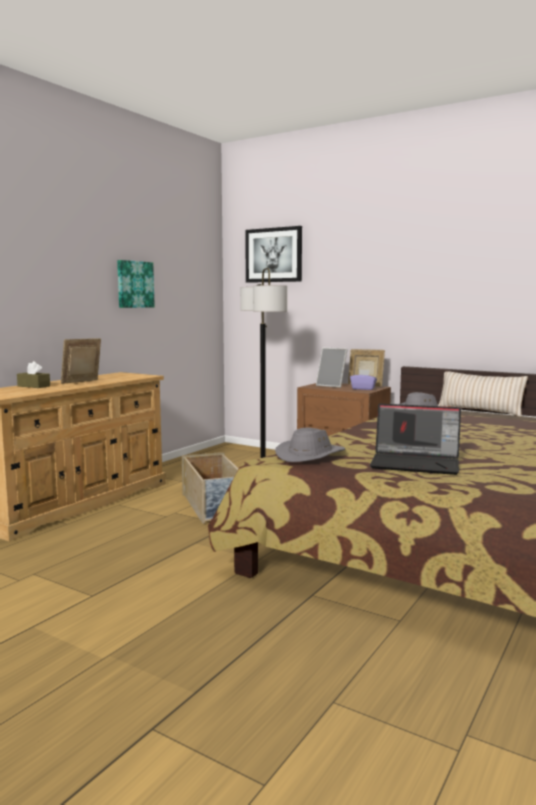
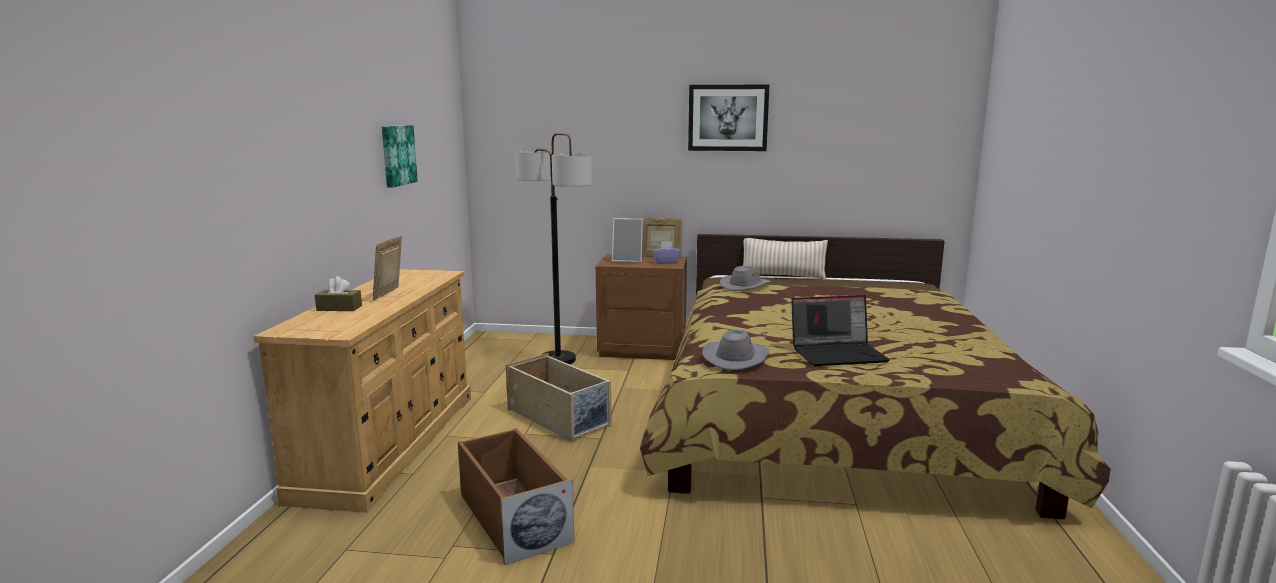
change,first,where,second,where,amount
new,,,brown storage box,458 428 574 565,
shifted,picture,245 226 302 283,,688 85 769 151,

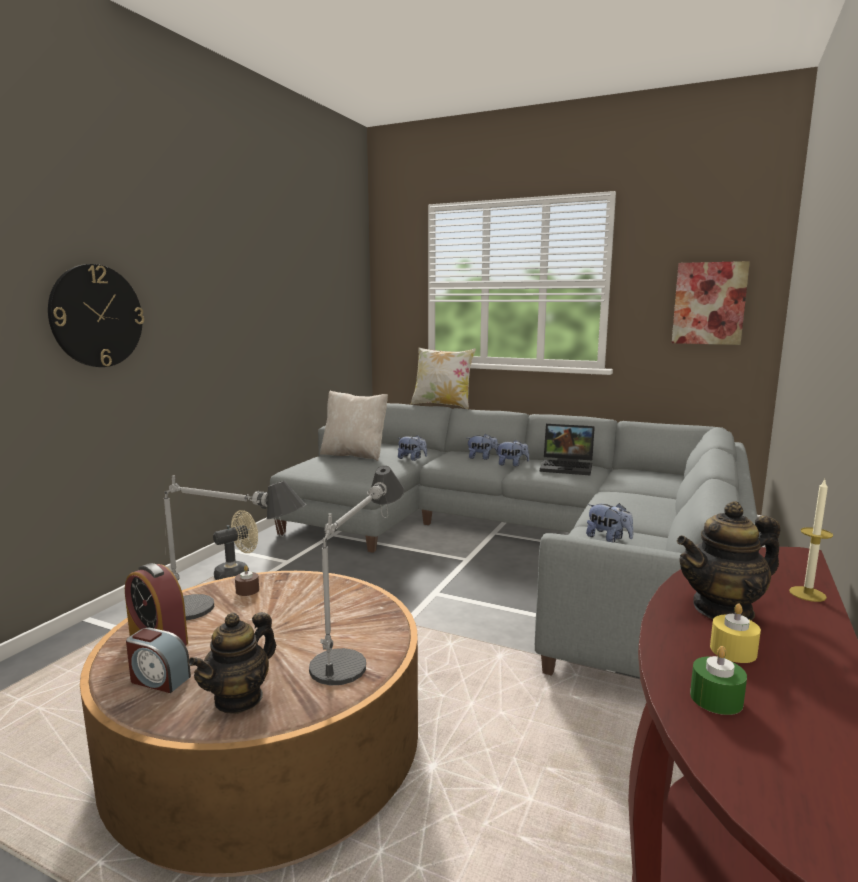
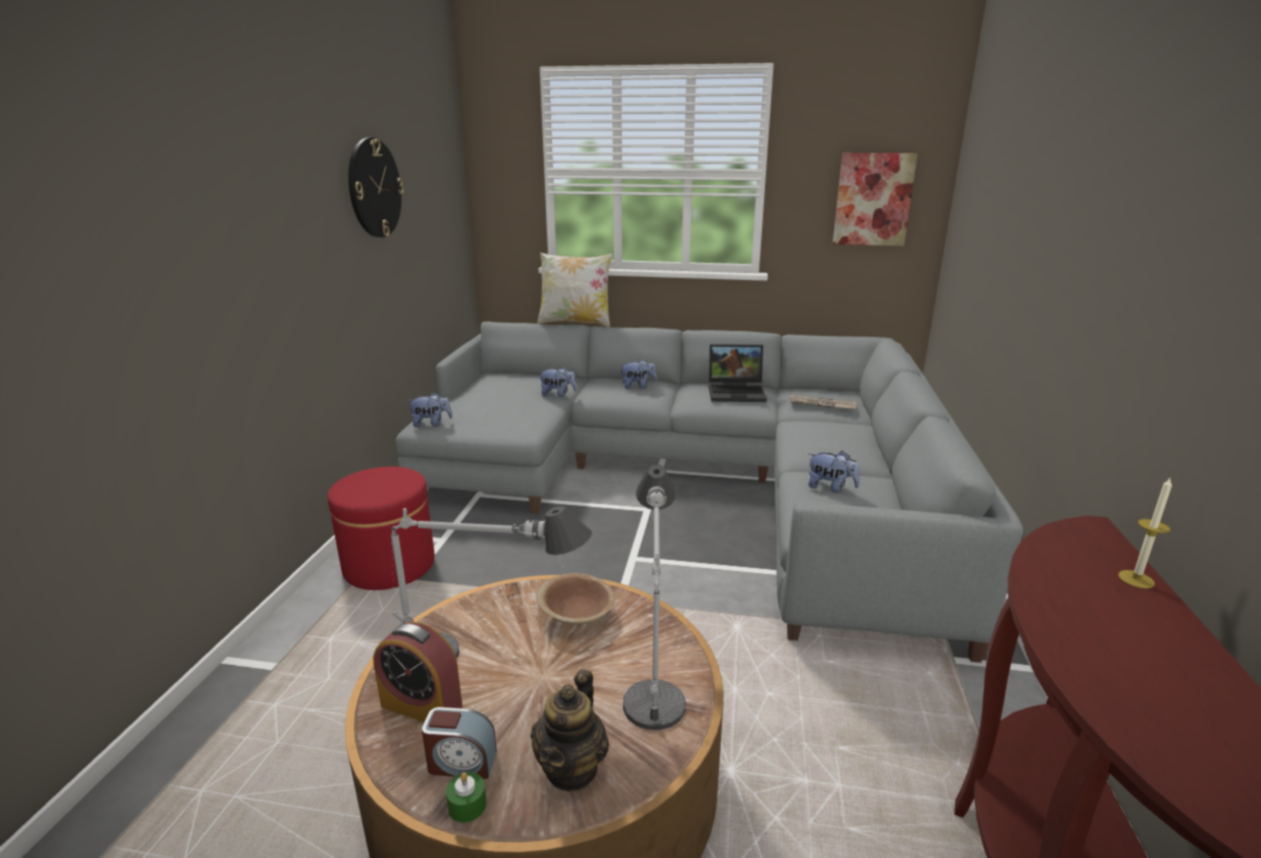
change,first,where,second,where,amount
gone,brown candle,235 565 259 596,,,
gone,beige pillow,320 391 388 461,,,
gone,teapot,677 501 780 621,,,
gone,yellow candle,710 604 761 663,,,
new,,,brown bowl,537 573 615 625,
new,,,newspaper,788 395 856 410,
shifted,wall clock,48 264 144 367,,348 137 404 238,
shifted,plush toy,496 440 529 466,,407 392 453 427,
shifted,green candle,690 646 747 715,,446 772 487 823,
swapped,beige fan,213 510 258 580,red ottoman,328 467 435 590,

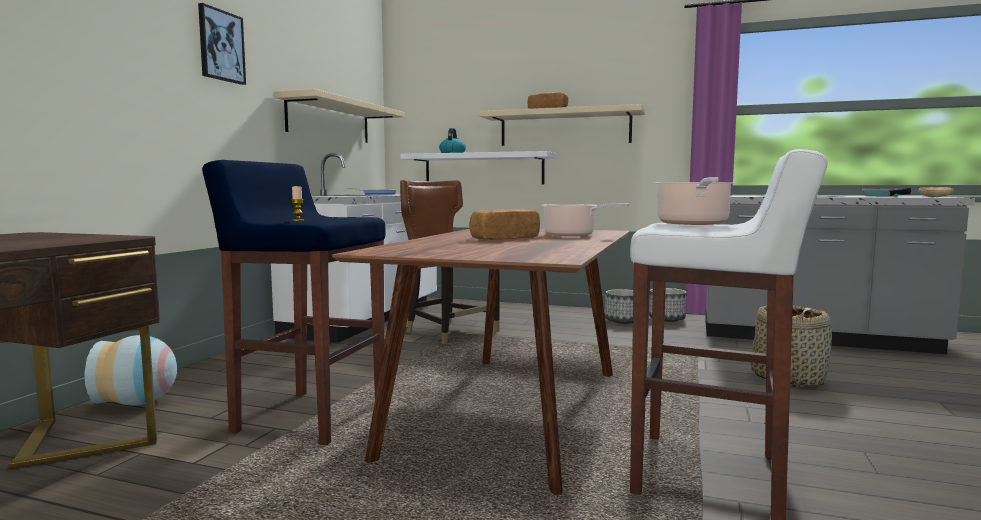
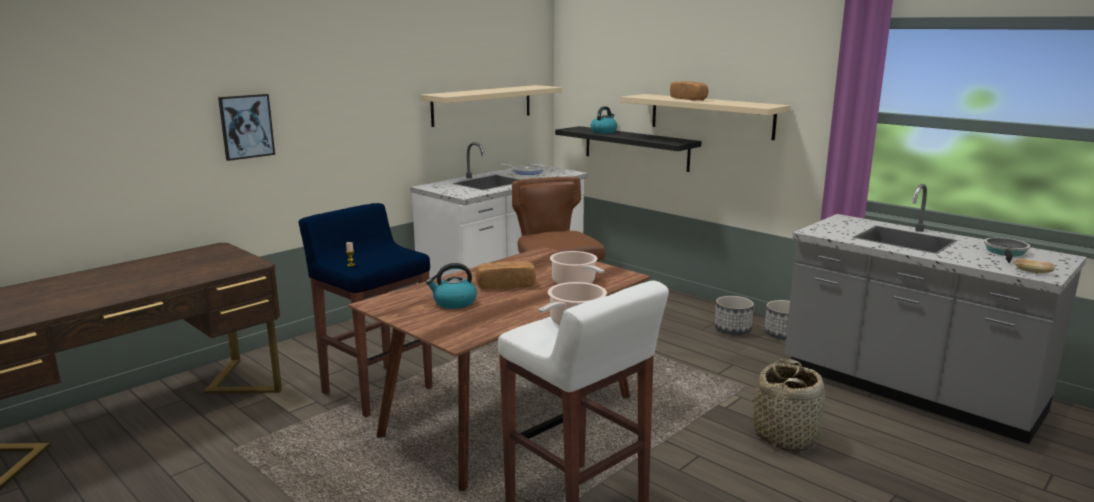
change,first,where,second,where,amount
gone,vase,85 335 177 406,,,
new,,,kettle,426 263 477 309,
shifted,picture,198 3 246 85,,218 94 275 161,
repainted,white shelf,400 151 556 184,black shelf,555 126 702 172,

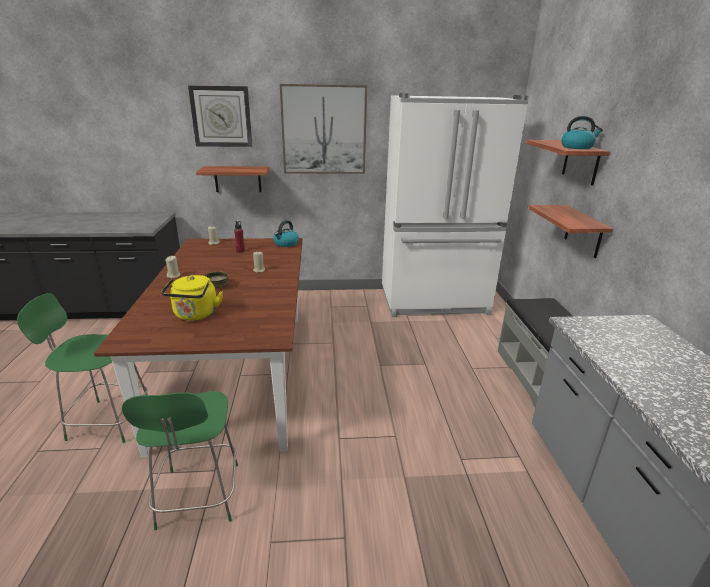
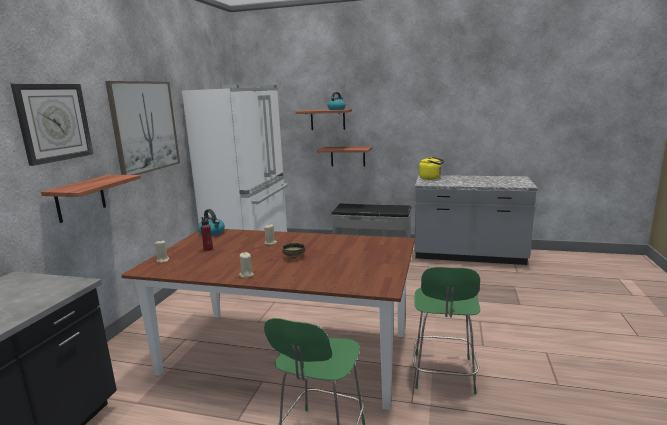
change,first,where,second,where,amount
shifted,yellow kettle,161 275 223 321,,419 157 445 180,
rotated,green chair,122 391 238 530,,412 267 480 394,90 degrees clockwise

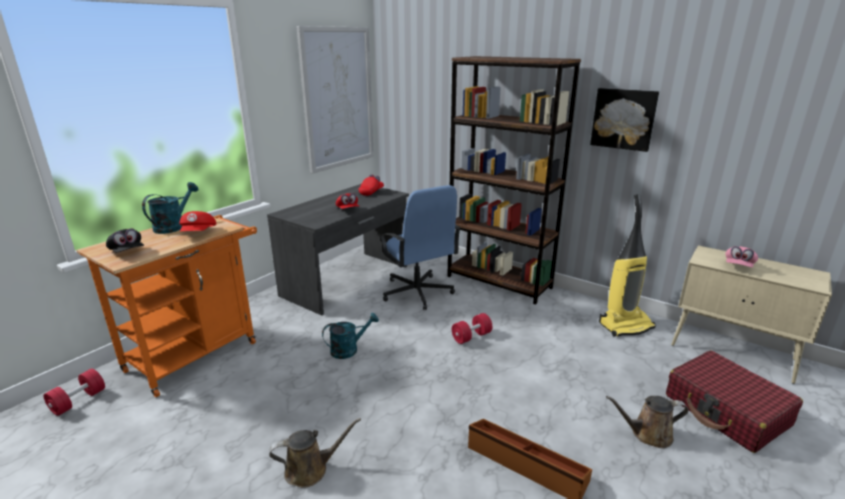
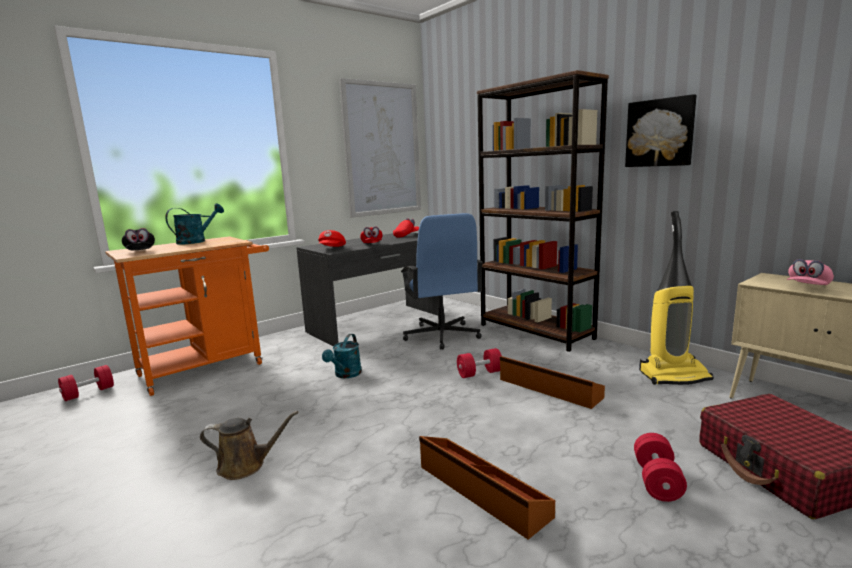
change,first,where,second,where,amount
new,,,brown storage box,500 356 605 409,
shifted,red cap,179 211 217 231,,318 230 346 247,
swapped,brown watering can,606 396 688 448,red dumbbell,634 433 687 502,
rotated,turquoise watering can,322 313 379 359,,322 334 362 378,120 degrees clockwise

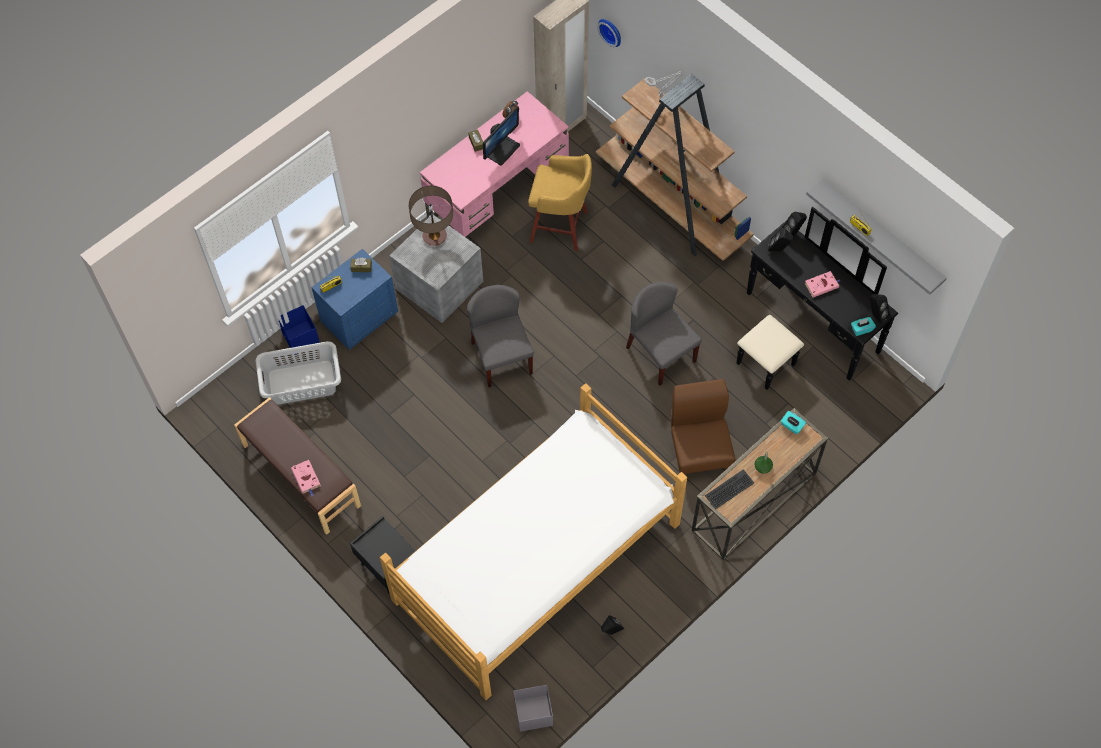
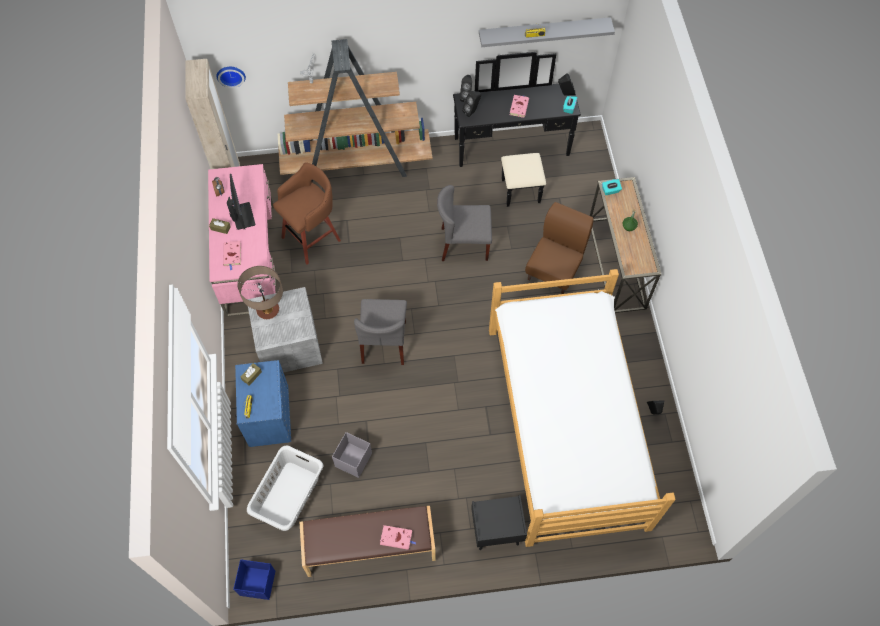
change,first,where,second,where,amount
gone,keyboard,705 469 754 509,,,
new,,,pink book,223 241 241 270,
shifted,blue storage box,279 305 320 355,,233 559 276 600,
shifted,grey storage box,513 685 553 732,,332 432 372 478,
repainted,yellow stool,528 154 592 251,brown stool,273 162 341 265,
rotated,grey chair,467 285 534 387,,354 299 407 365,105 degrees counterclockwise
rotated,brown chair,671 379 735 474,,525 202 594 294,90 degrees clockwise

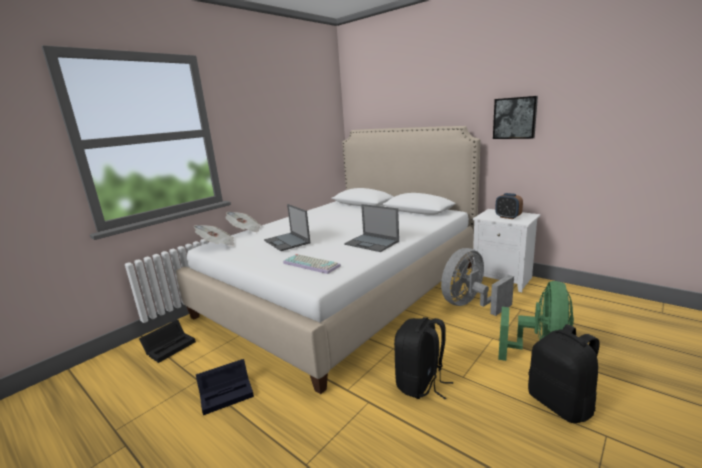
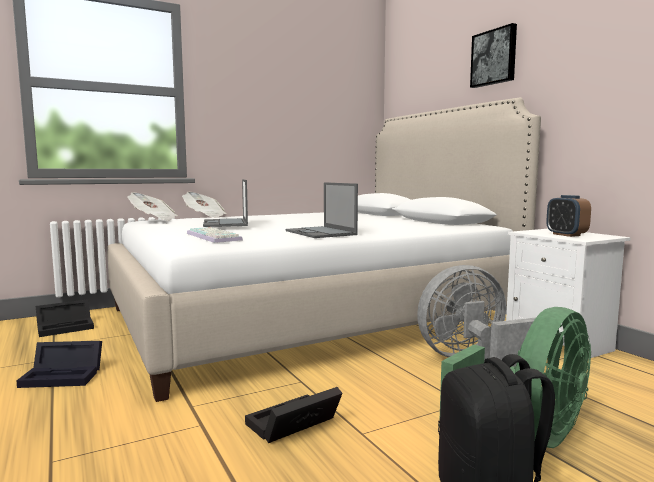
change,first,where,second,where,amount
shifted,picture,493 96 538 139,,470 23 517 88,
swapped,black backpack,394 317 453 399,black storage box,245 387 343 443,

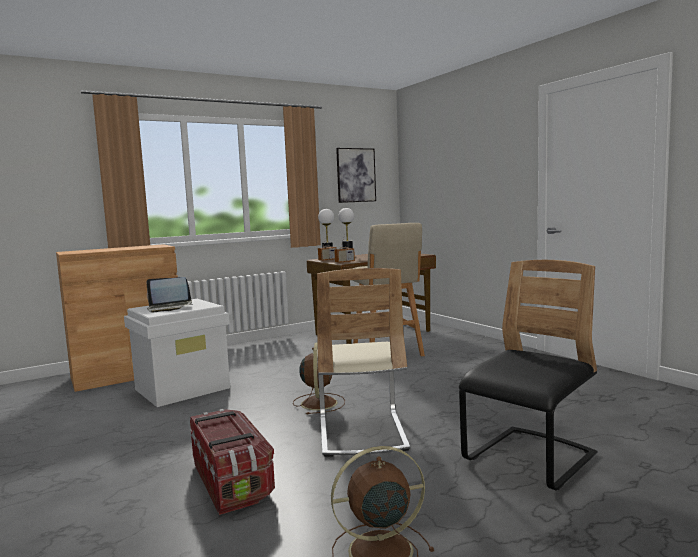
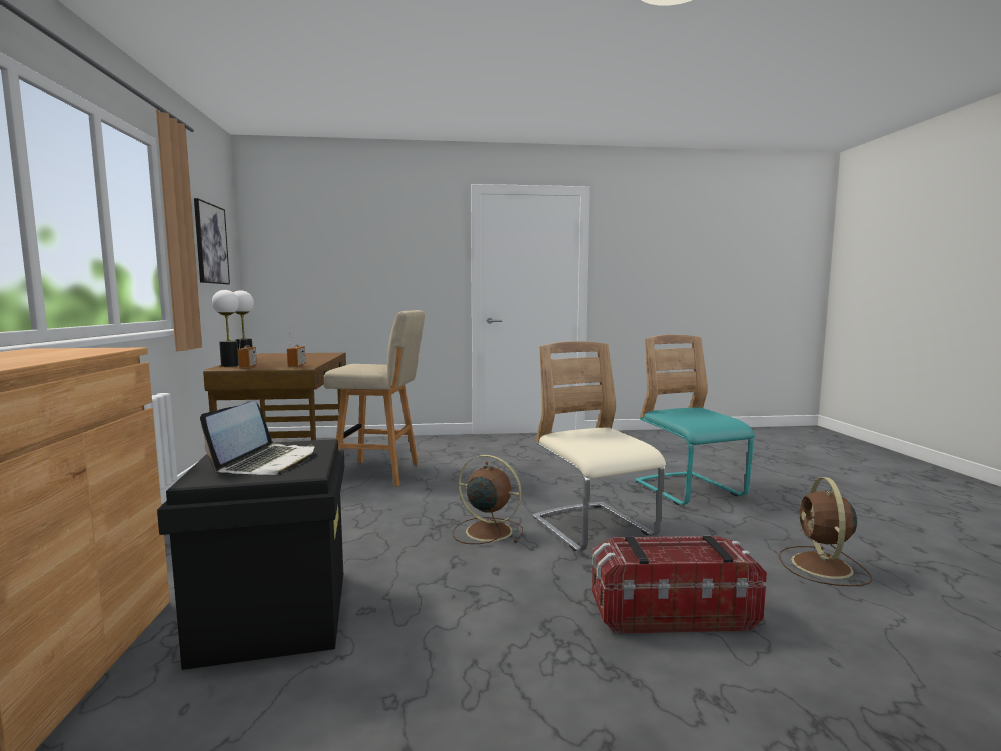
change,first,where,second,where,amount
repainted,white storage box,124 299 230 407,black storage box,157 439 344 670,
repainted,black chair,459 260 597 490,turquoise chair,635 335 755 505,
rotated,beige chair,317 268 410 457,,532 341 666 551,135 degrees counterclockwise

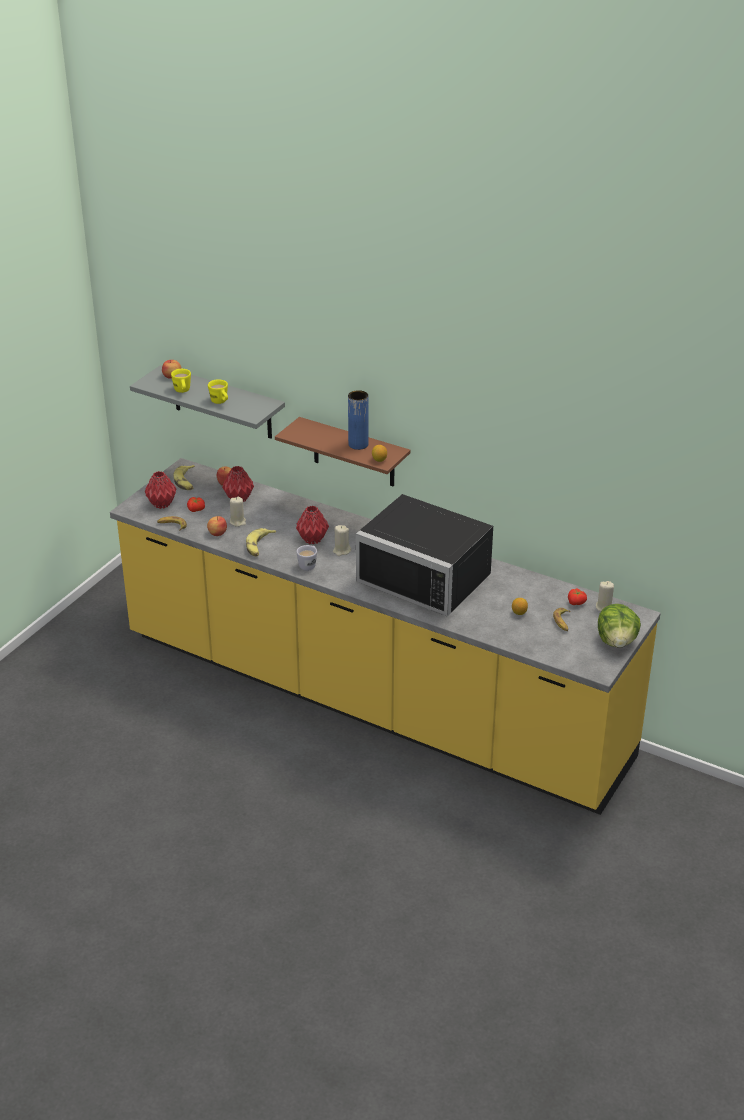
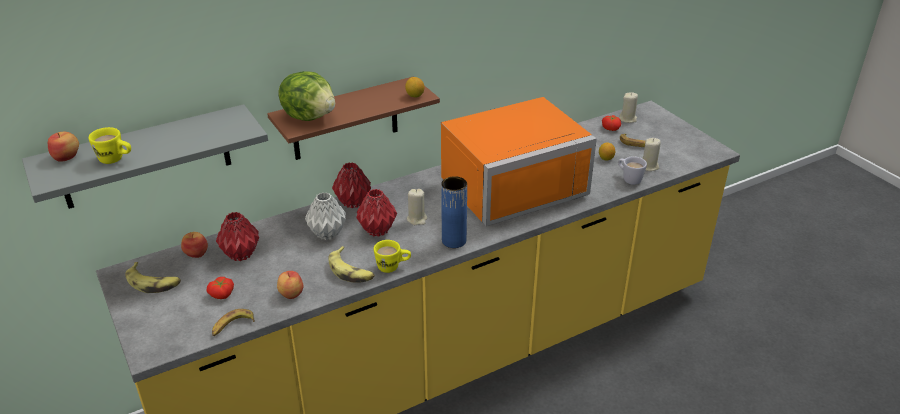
change,first,where,second,where,amount
new,,,grey vase,305 192 346 240,
shifted,red vase,145 471 176 509,,332 162 371 208,
shifted,yellow mug,208 379 228 404,,374 240 411 273,
shifted,beige candle,230 497 246 527,,642 138 661 171,
shifted,white mug,296 545 317 571,,618 156 647 185,
shifted,blue vase,348 390 369 450,,441 176 467 248,
shifted,lettuce,598 604 641 648,,279 71 335 121,
repainted,black microwave,356 494 493 617,orange microwave,441 97 597 226,

